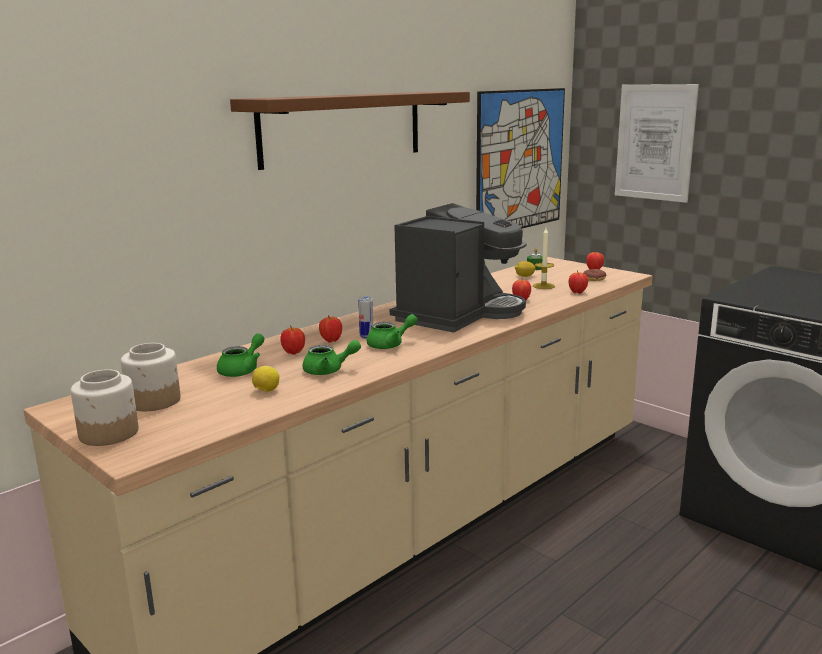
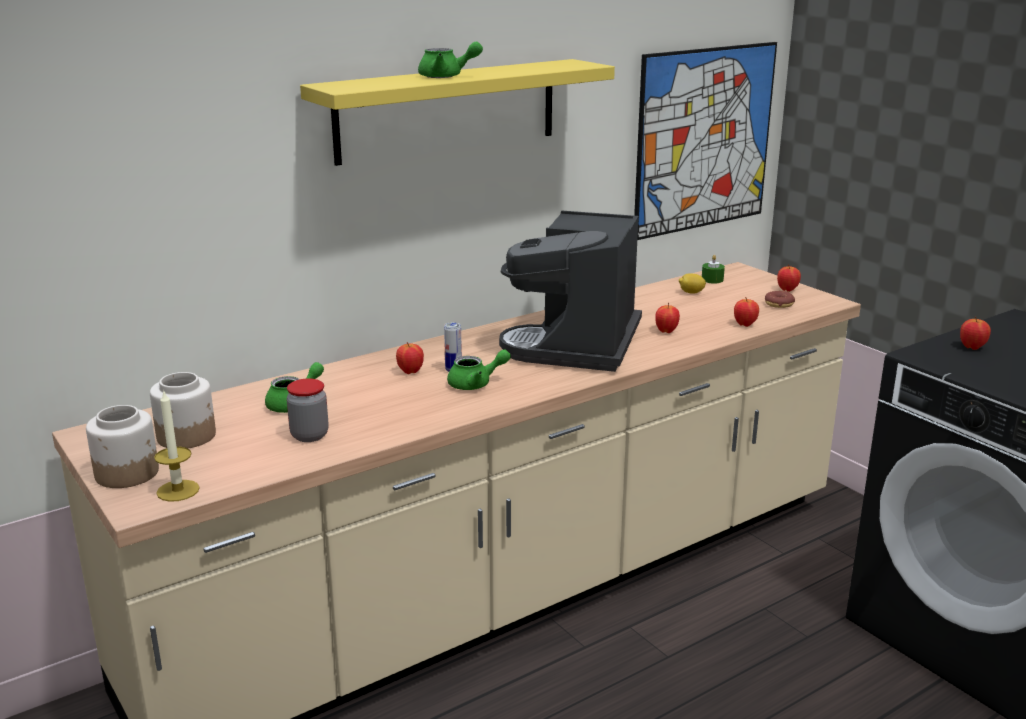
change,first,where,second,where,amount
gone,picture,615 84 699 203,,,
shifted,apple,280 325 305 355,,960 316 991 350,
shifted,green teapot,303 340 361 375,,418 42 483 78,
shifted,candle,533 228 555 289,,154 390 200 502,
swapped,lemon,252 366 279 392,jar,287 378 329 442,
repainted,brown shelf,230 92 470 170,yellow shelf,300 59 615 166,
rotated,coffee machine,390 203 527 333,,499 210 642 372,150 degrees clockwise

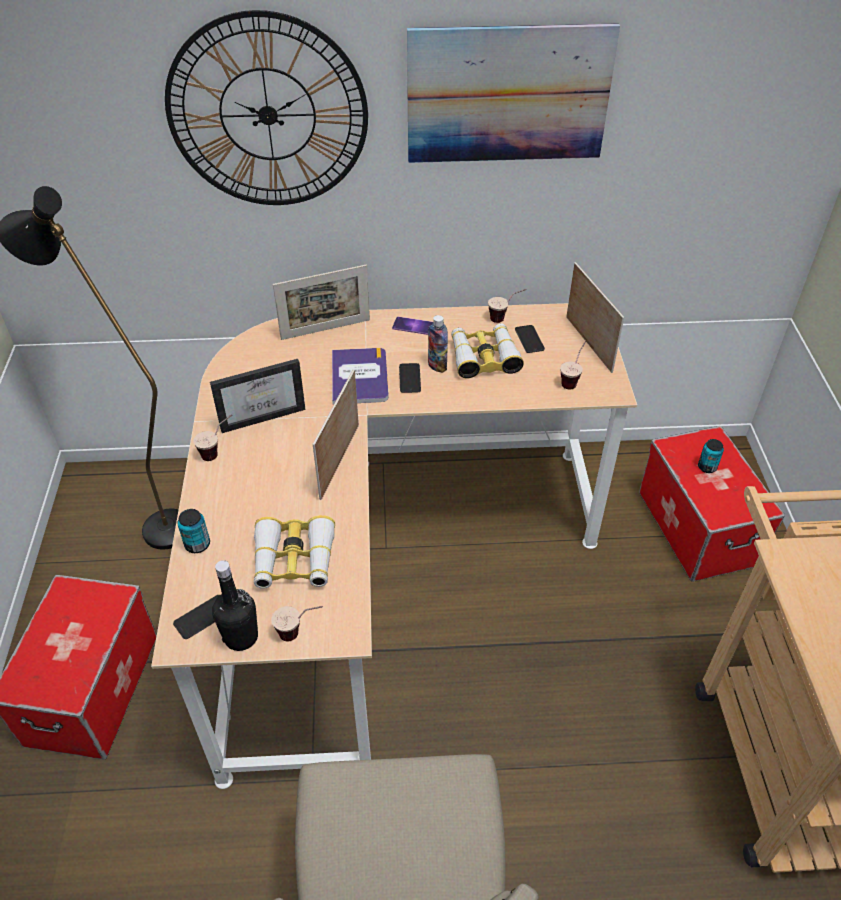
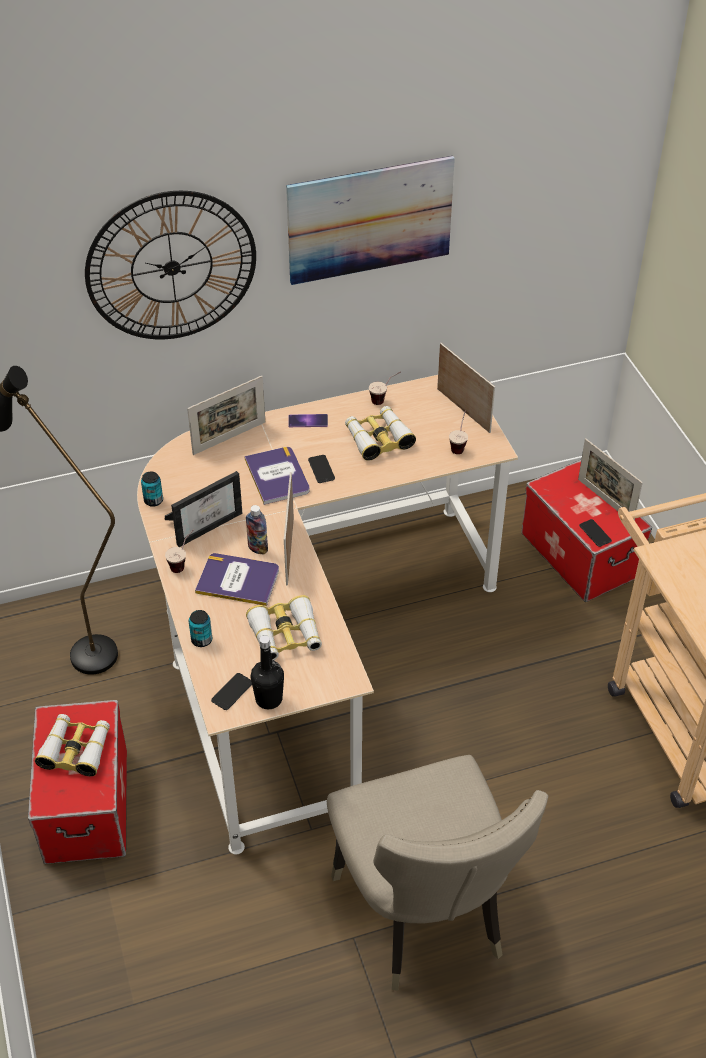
change,first,where,second,where,amount
gone,cup,271 606 323 641,,,
new,,,binoculars,35 714 110 776,
new,,,book,195 553 279 606,
new,,,picture frame,578 438 643 521,
shifted,bottle,428 315 448 373,,246 505 268 554,
shifted,phone,515 325 545 353,,579 519 612 547,
shifted,can,698 439 724 473,,141 471 163 507,

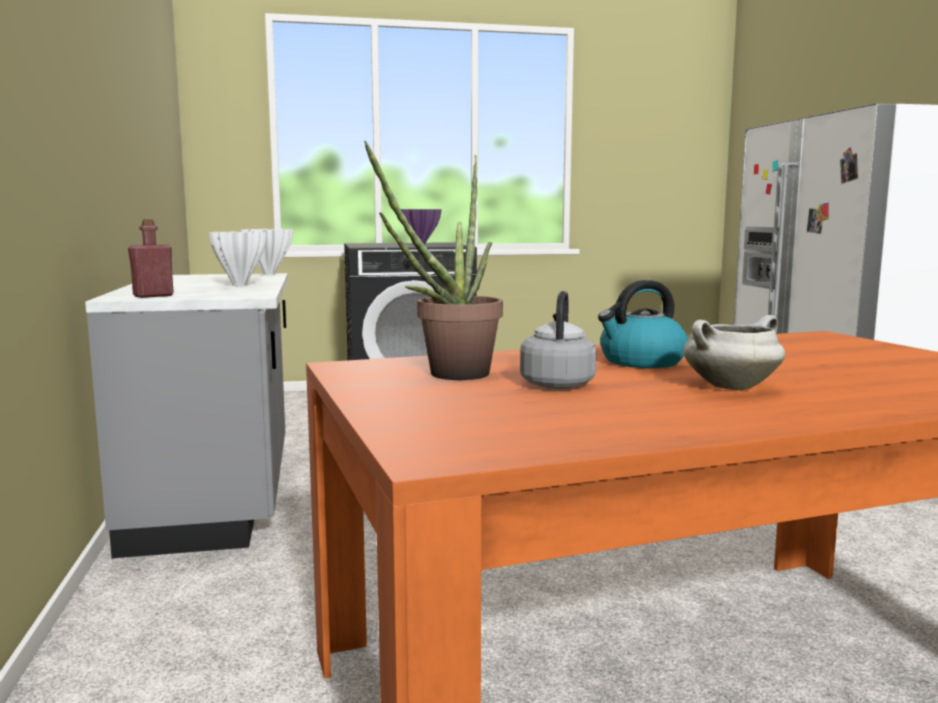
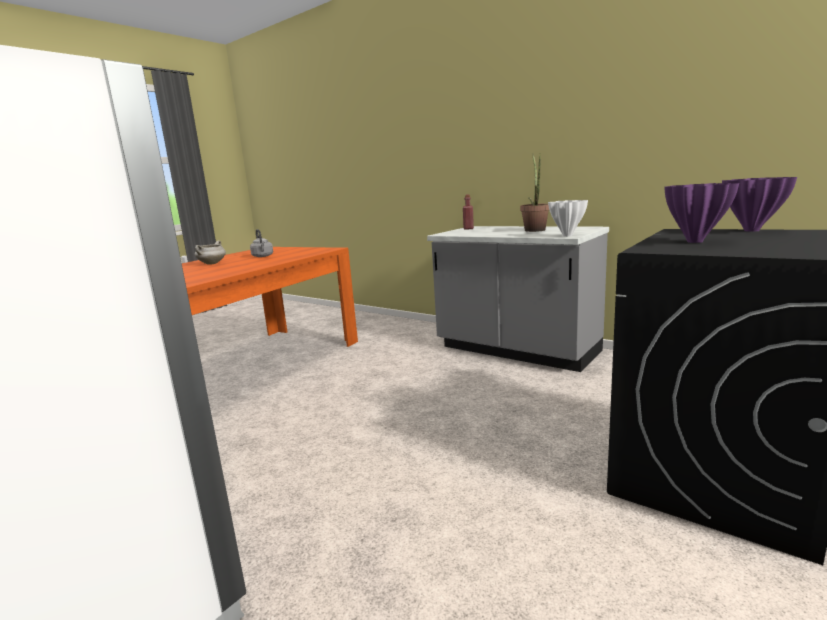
change,first,where,second,where,amount
gone,white vase,209 231 267 286,,,
gone,kettle,598 280 688 368,,,
new,,,purple vase,722 177 797 232,
shifted,potted plant,364 141 503 380,,520 153 549 232,

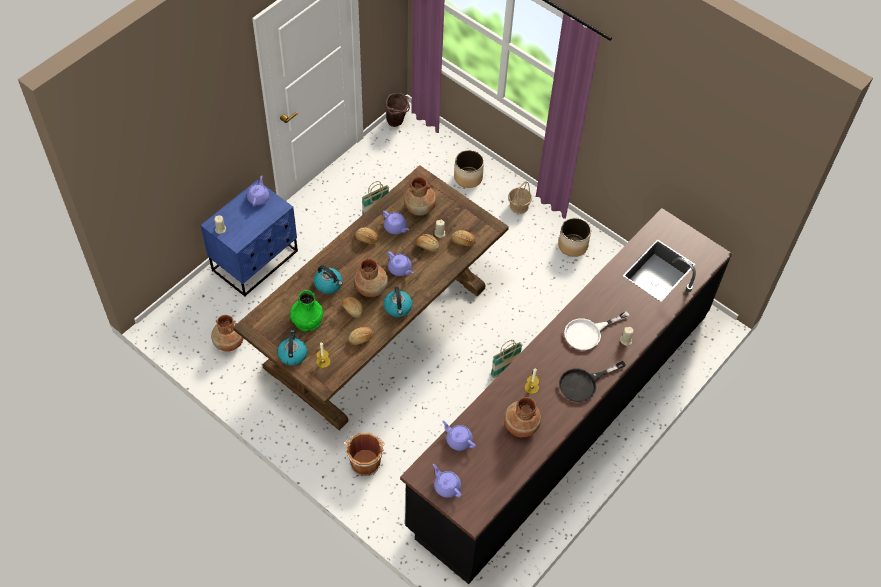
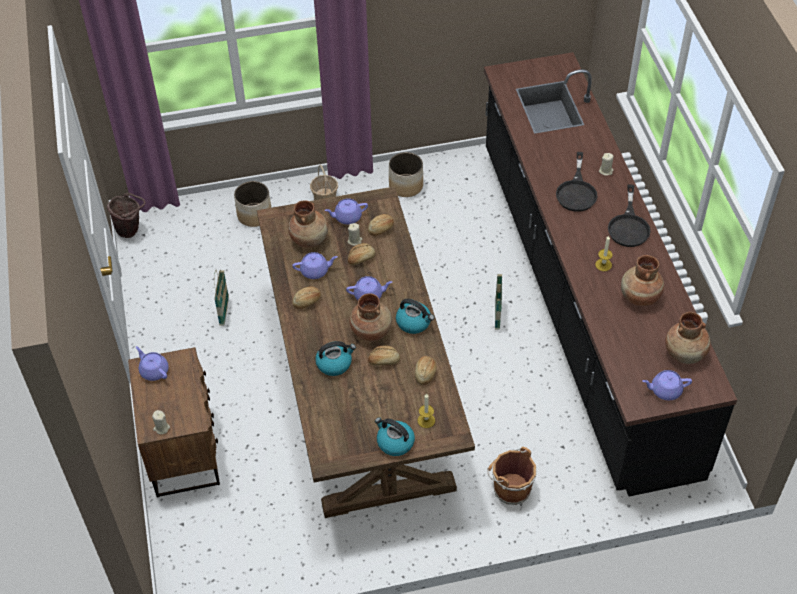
change,first,where,second,where,amount
gone,green vase,290 290 323 332,,,
shifted,brown vase,211 315 244 352,,665 312 711 364,
shifted,purple teapot,442 421 476 451,,325 198 368 224,
repainted,blue nightstand,201 180 298 297,brown nightstand,128 347 220 497,
repainted,white frying pan,564 311 629 350,black frying pan,556 152 598 212,

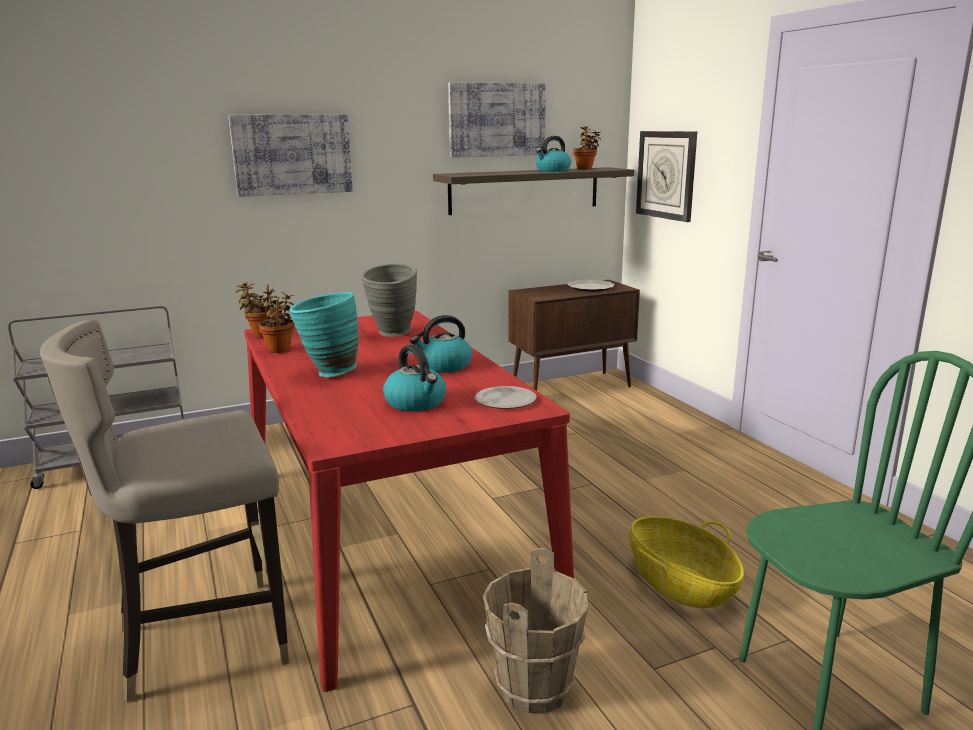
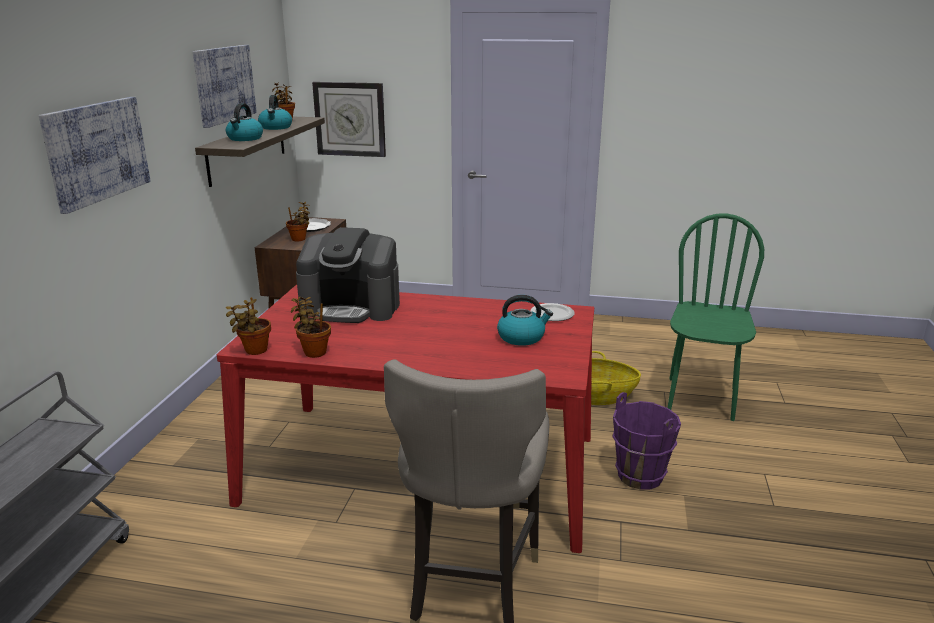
change,first,where,second,where,amount
gone,turquoise vase,289 292 359 377,,,
new,,,potted plant,286 202 310 241,
shifted,kettle,410 315 472 372,,226 103 263 141,
swapped,grey vase,361 264 417 337,coffee machine,296 227 400 323,
repainted,brown bucket,483 548 588 713,purple bucket,612 392 681 490,

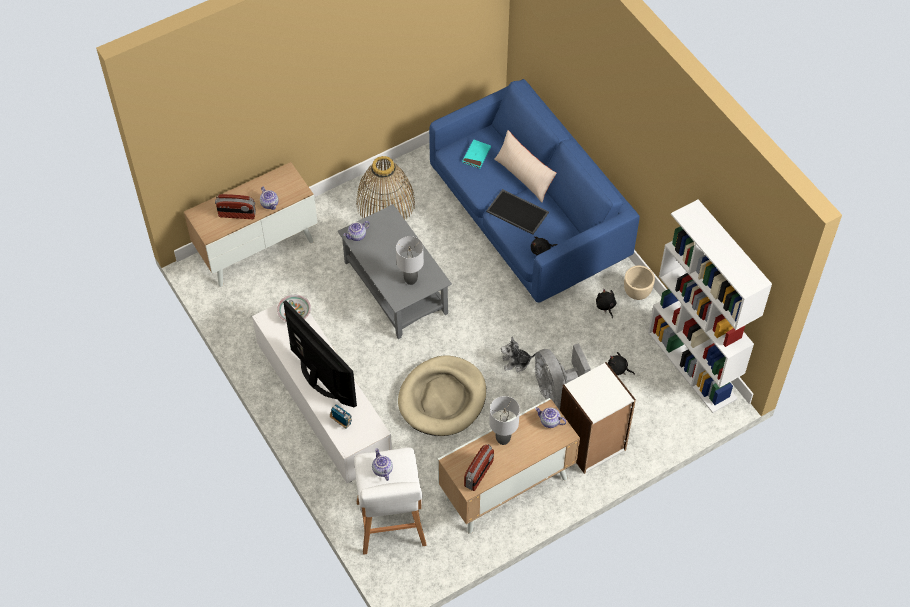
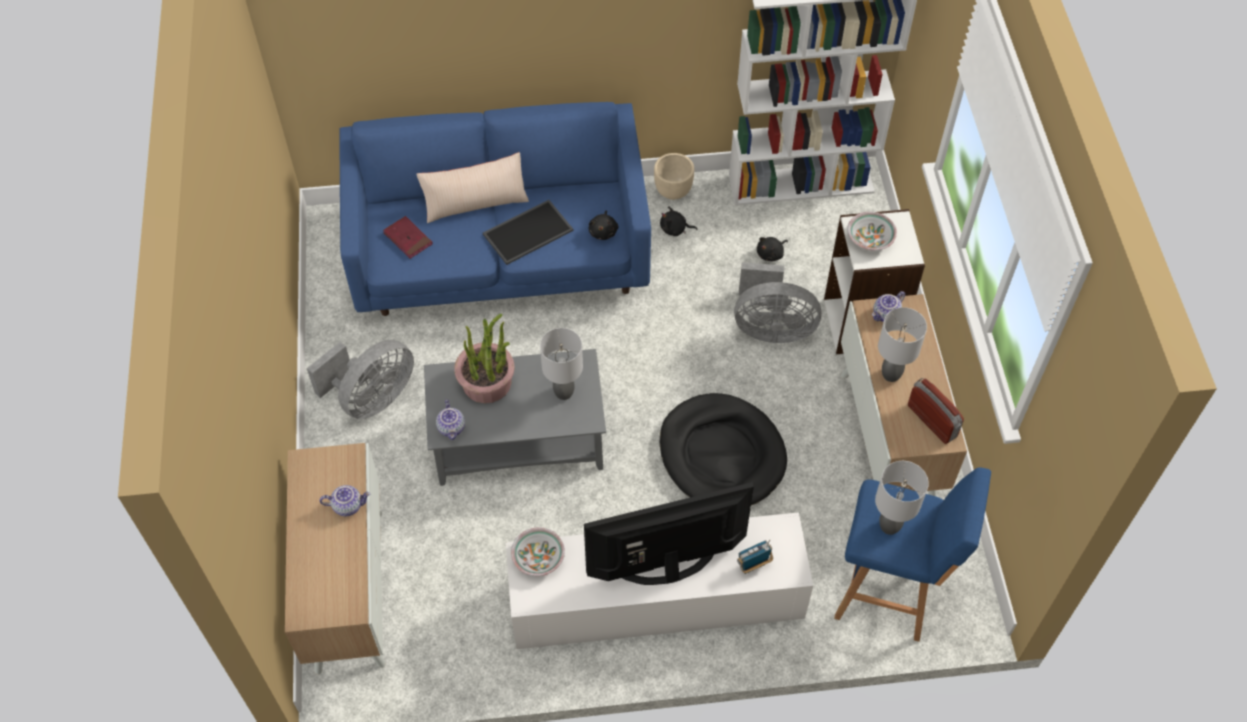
change,first,where,second,where,amount
gone,radio,215 194 256 219,,,
gone,plush toy,501 336 536 372,,,
new,,,potted plant,454 314 514 403,
new,,,bowl,847 212 897 250,
swapped,basket,356 156 415 219,grey fan,307 340 414 419,
swapped,teapot,372 448 393 481,grey table lamp,875 461 929 535,
repainted,white stool,354 447 427 554,blue stool,834 467 991 642,
repainted,beige dog bed,398 355 486 436,black dog bed,659 393 787 505,
repainted,turquoise book,462 139 491 169,red book,383 216 433 259,

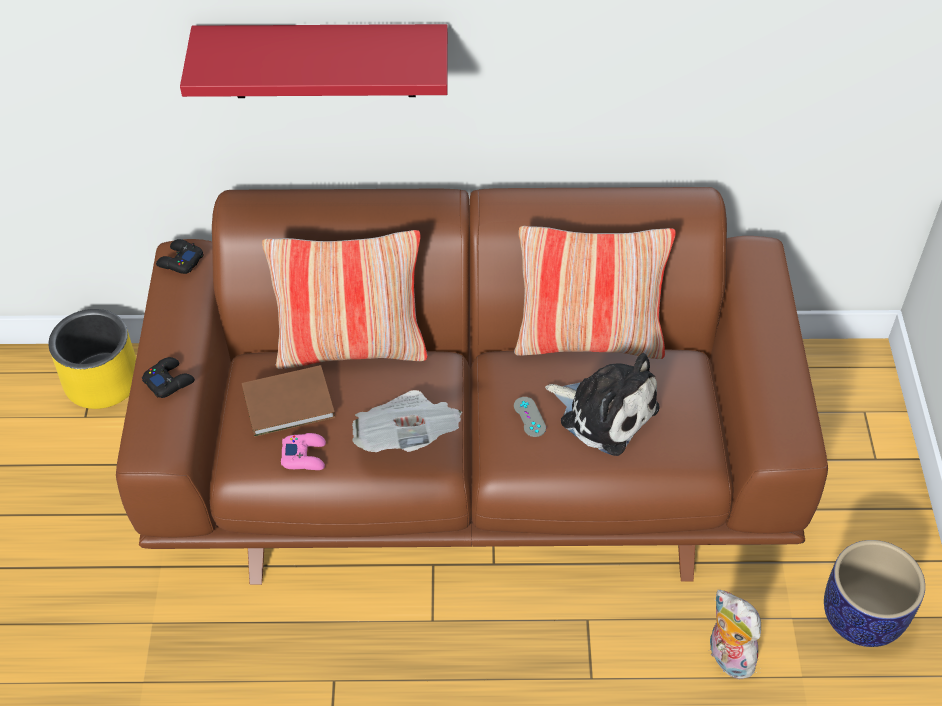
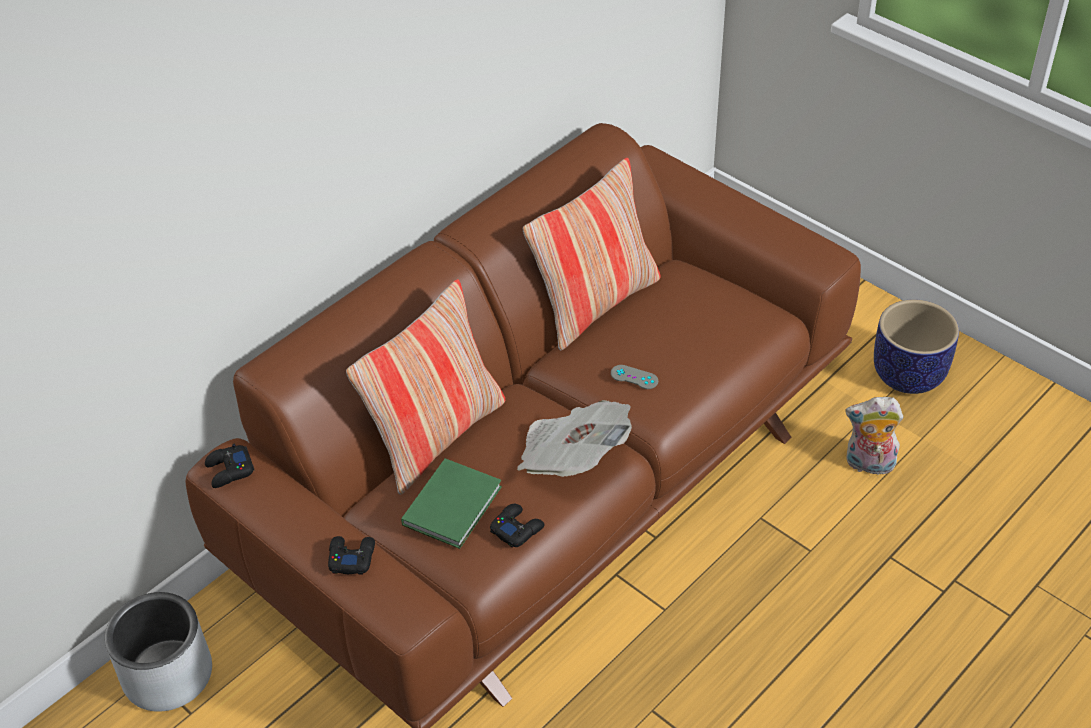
change,first,where,second,where,amount
gone,red shelf,180 24 448 98,,,
gone,plush toy,545 353 660 456,,,
repainted,yellow planter,48 309 136 409,grey planter,105 592 212 712,
repainted,brown book,242 365 335 437,green book,401 458 502 549,
repainted,pink game controller,281 433 326 470,black game controller,490 504 545 547,

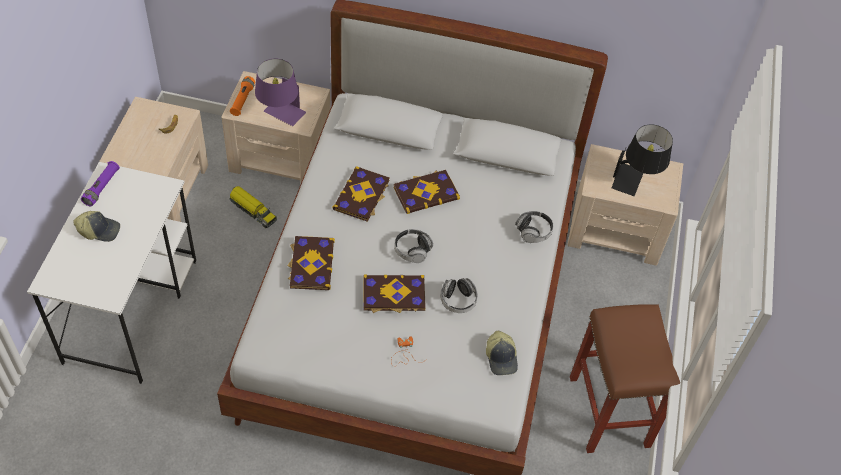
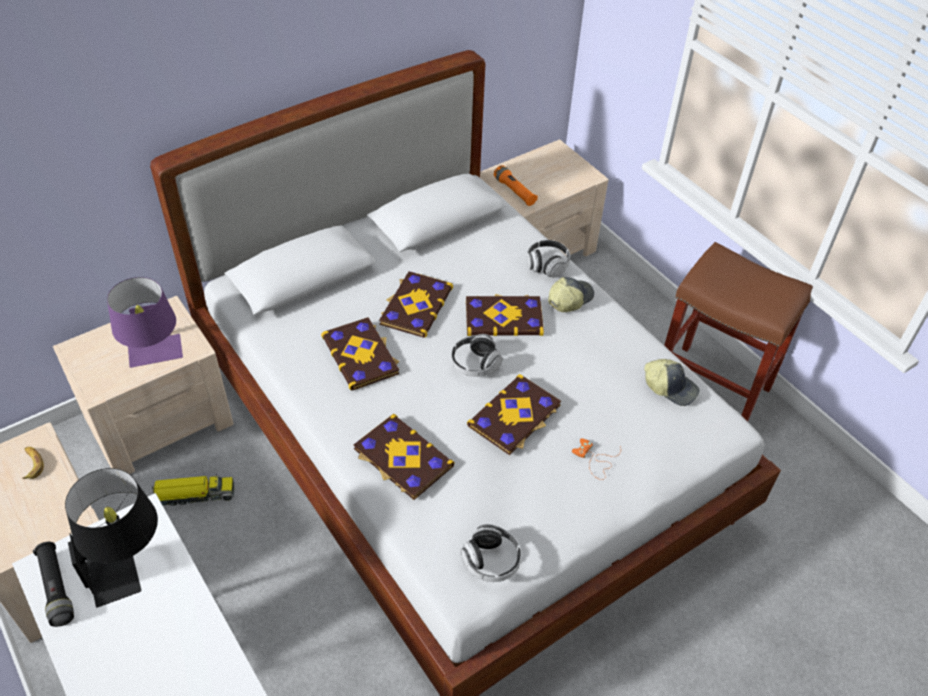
change,first,where,second,where,amount
new,,,book,466 294 544 336,
shifted,cap,73 211 120 242,,548 277 594 312,
shifted,orange flashlight,230 76 255 116,,494 165 538 206,
shifted,headphones,441 278 478 313,,460 524 521 582,
shifted,black table lamp,611 124 673 196,,65 468 158 608,
repainted,purple flashlight,81 161 120 207,black flashlight,33 542 74 627,

